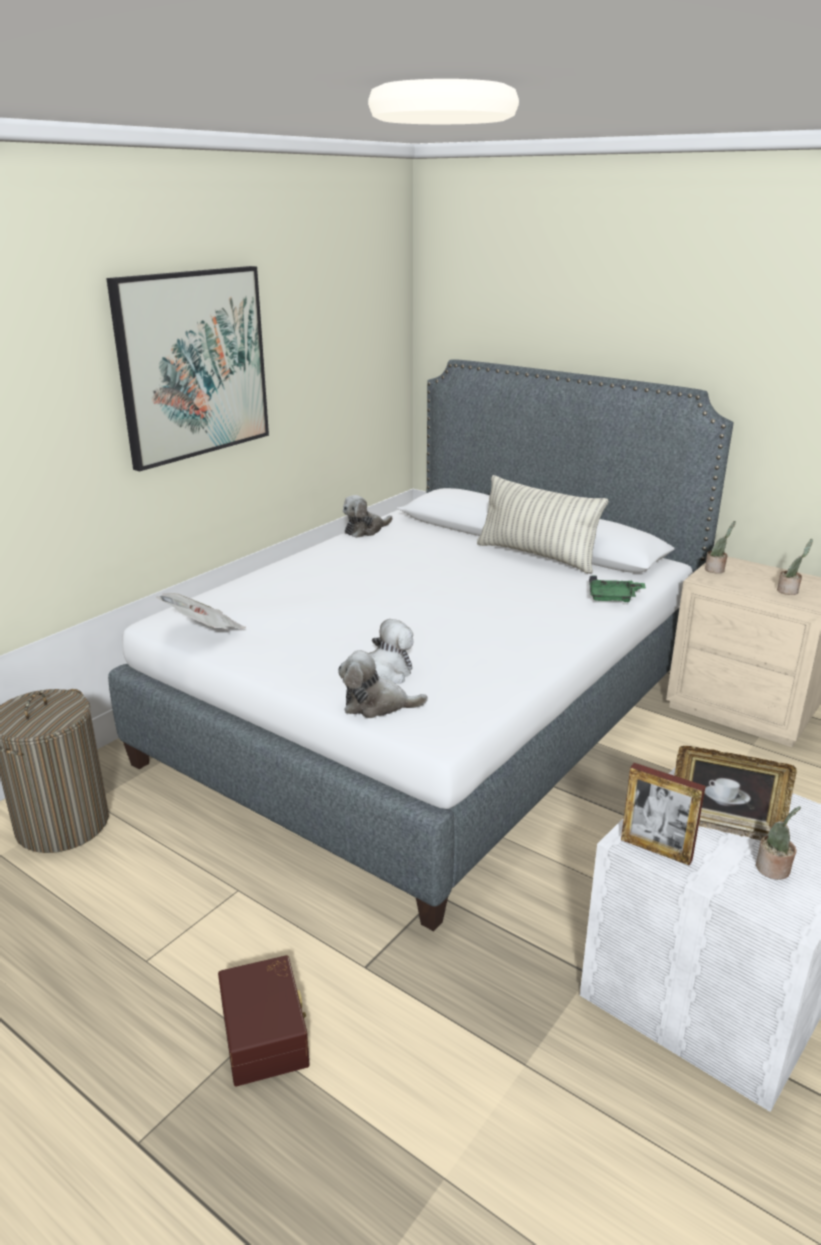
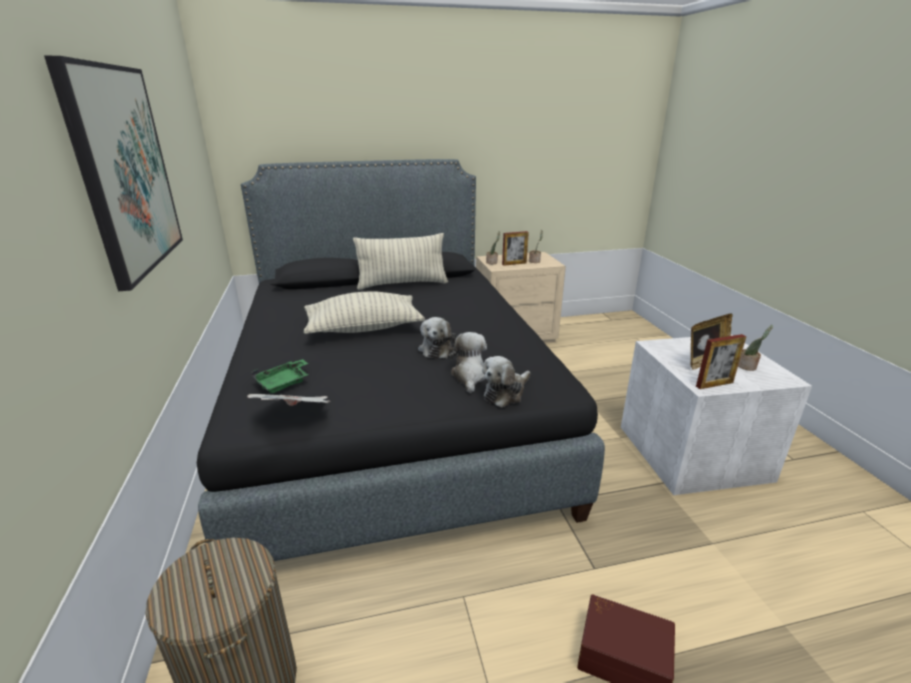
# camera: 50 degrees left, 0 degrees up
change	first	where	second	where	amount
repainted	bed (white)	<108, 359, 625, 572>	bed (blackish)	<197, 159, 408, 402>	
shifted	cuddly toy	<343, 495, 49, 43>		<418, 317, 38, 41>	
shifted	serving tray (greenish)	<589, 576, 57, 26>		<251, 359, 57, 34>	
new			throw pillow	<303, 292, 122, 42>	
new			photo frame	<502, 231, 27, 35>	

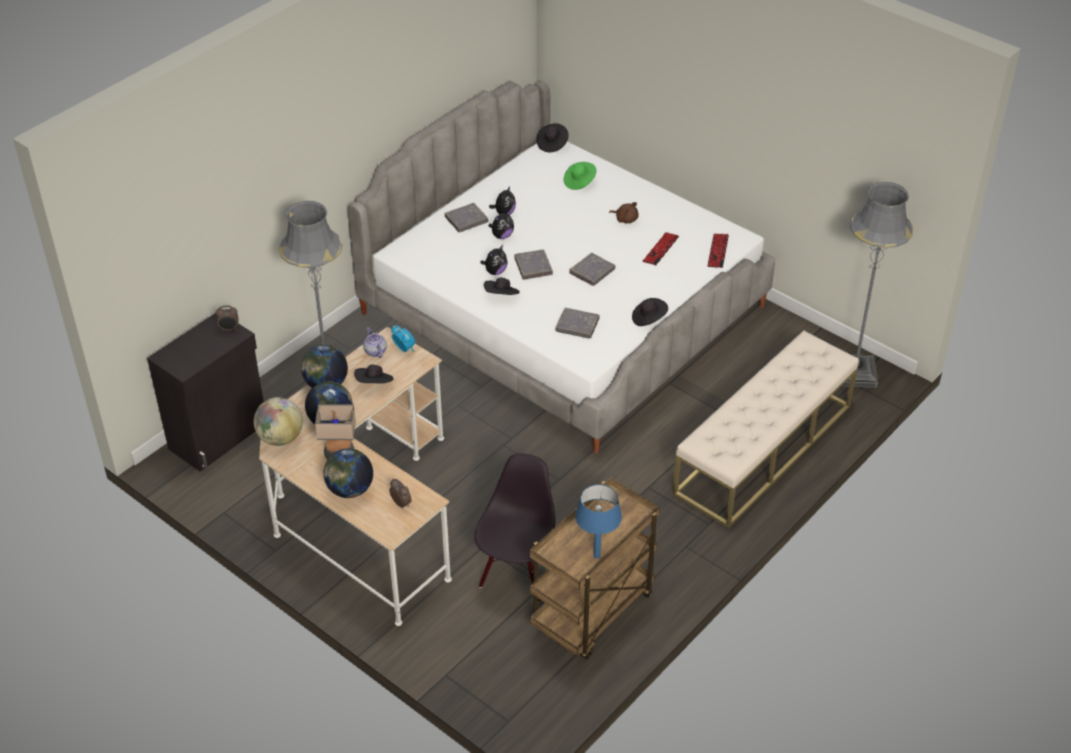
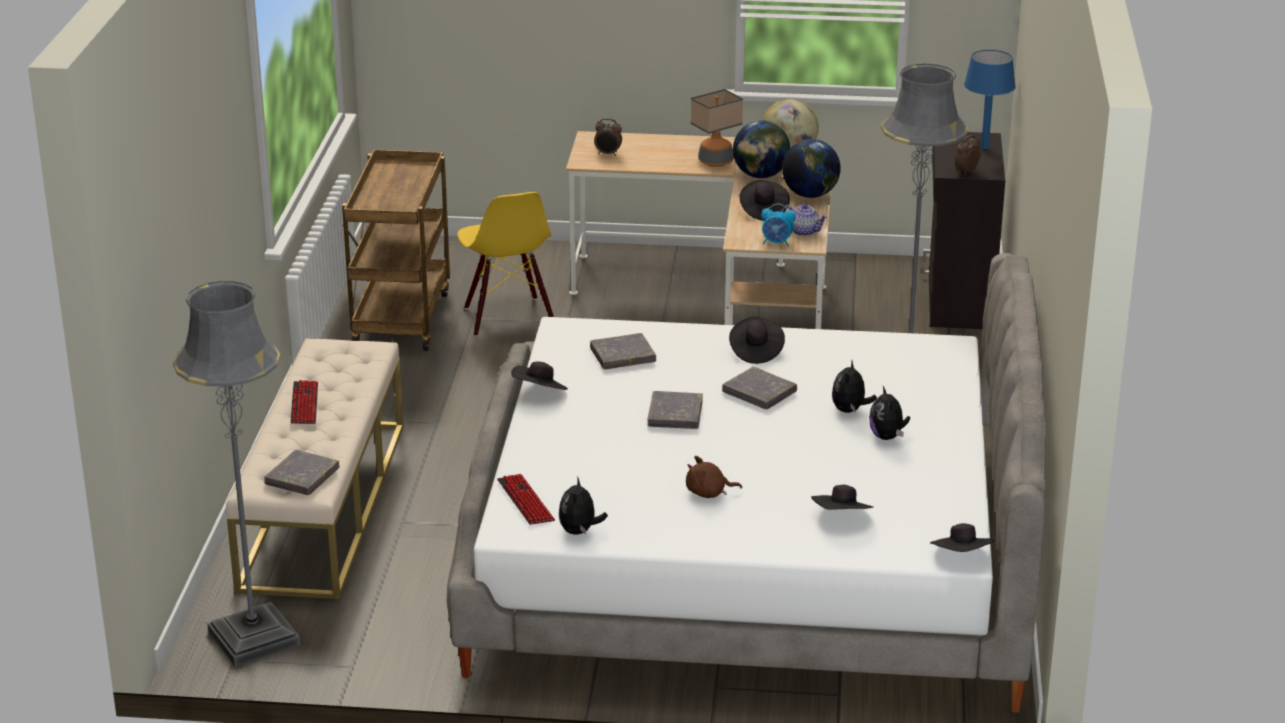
# camera: 145 degrees right, 15 degrees down
change	first	where	second	where	amount
gone	desk globe	<323, 449, 50, 49>			
shifted	book (grey)	<445, 203, 43, 29>		<264, 450, 75, 45>	
repainted	plain chair (blackish)	<474, 453, 81, 150>	plain chair (yellow)	<457, 192, 97, 144>	
shifted	cuddly toy	<480, 245, 28, 30>		<559, 476, 49, 59>	
repainted	clothing hat (greenish)	<563, 162, 33, 28>	clothing hat (blackish)	<811, 485, 63, 25>	
shifted	lamp for a table (blue)	<575, 484, 47, 75>		<964, 50, 52, 99>	
shifted	keyboard	<642, 232, 37, 33>		<290, 380, 28, 44>	

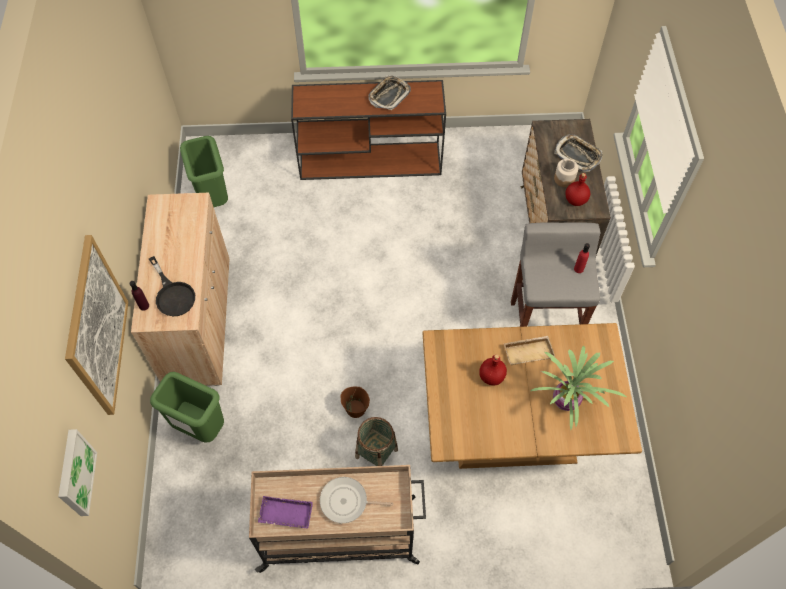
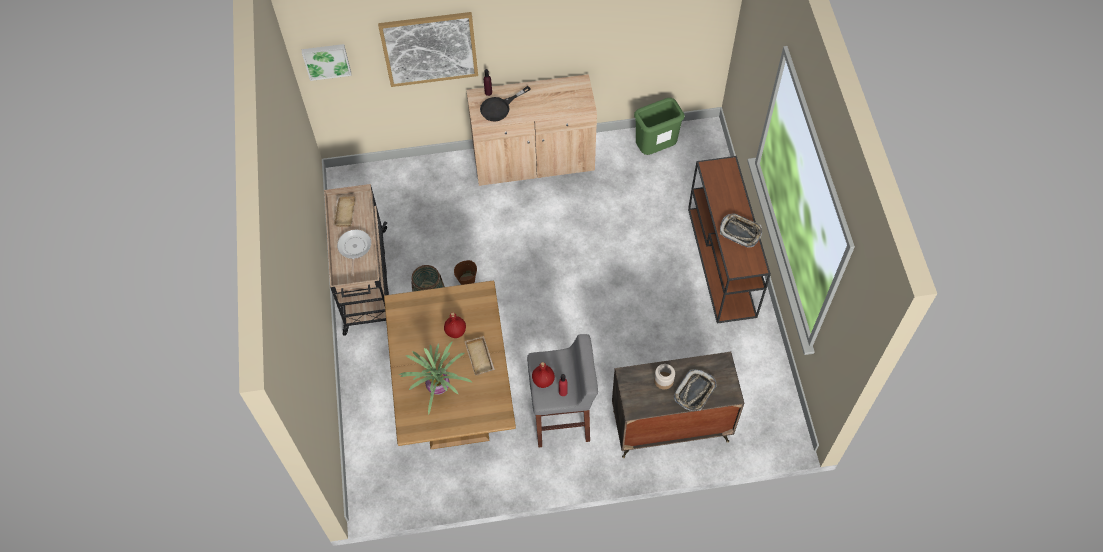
# camera: 85 degrees right, 0 degrees up
change	first	where	second	where	amount
gone	rubbish bin (greenish)	<150, 372, 74, 71>			
repainted	serving tray (purple-coloured)	<258, 496, 55, 32>	serving tray (beige-coloured)	<333, 196, 23, 31>	
shifted	bottle (red-coloured)	<565, 173, 25, 33>		<532, 362, 23, 26>	

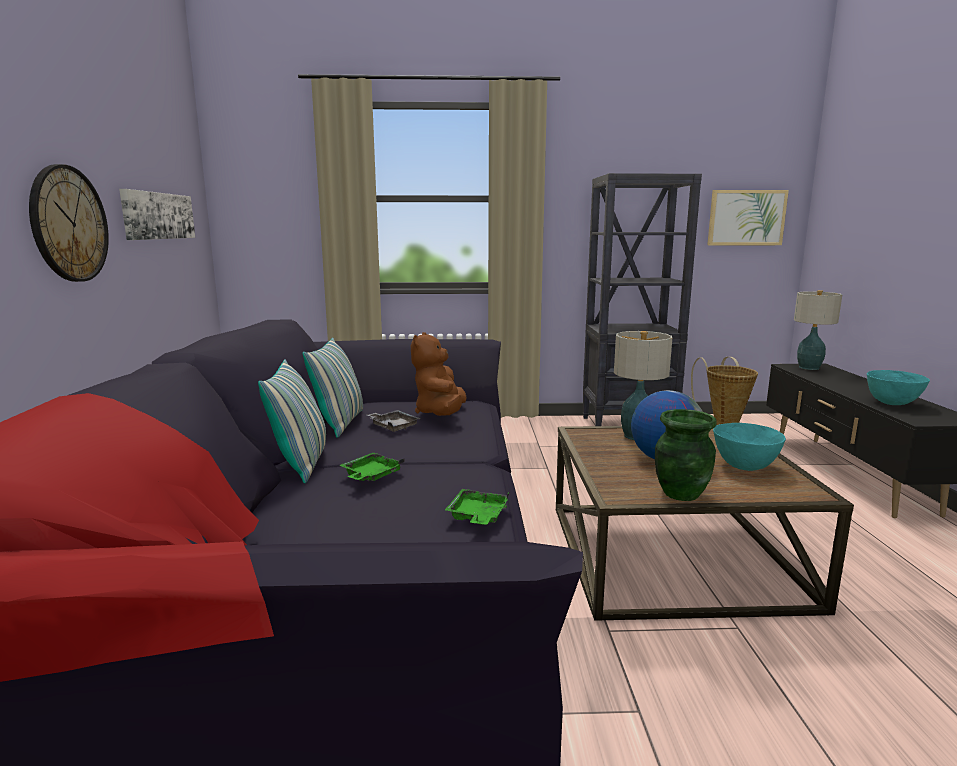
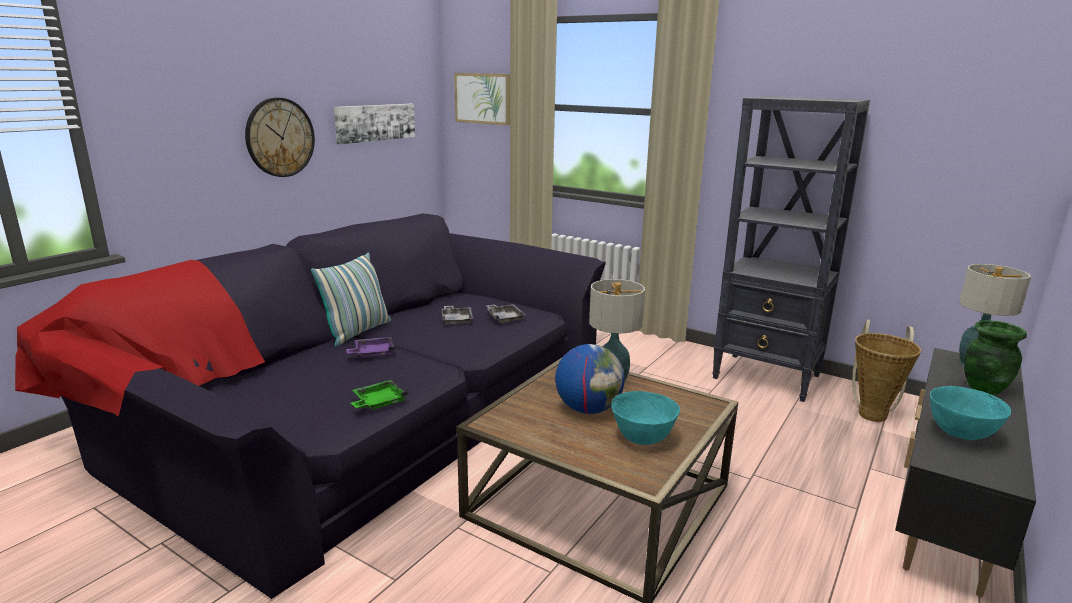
# camera: 35 degrees right, 5 degrees up
change	first	where	second	where	amount
gone	throw pillow	<303, 338, 60, 100>			
repainted	serving tray (greenish)	<339, 452, 66, 29>	serving tray (purple-coloured)	<346, 337, 49, 20>	
swapped	cuddly toy (brown)	<411, 332, 56, 84>	serving tray (grey)	<486, 304, 40, 19>	
shifted	vase (greenish)	<655, 409, 62, 92>		<964, 320, 63, 75>	
shifted	picture	<707, 190, 82, 55>		<454, 73, 56, 52>	

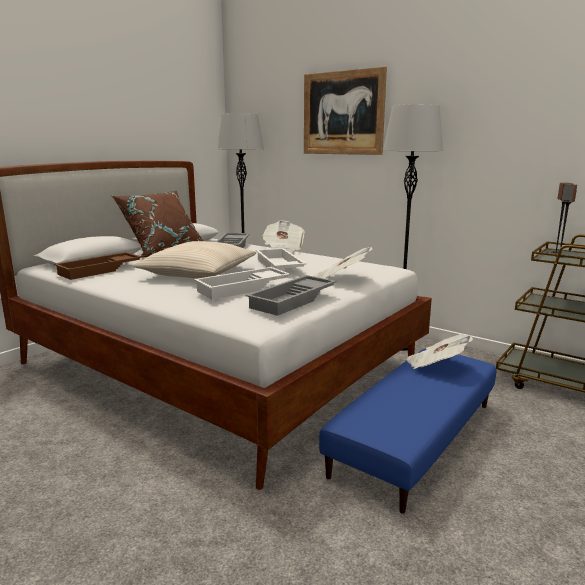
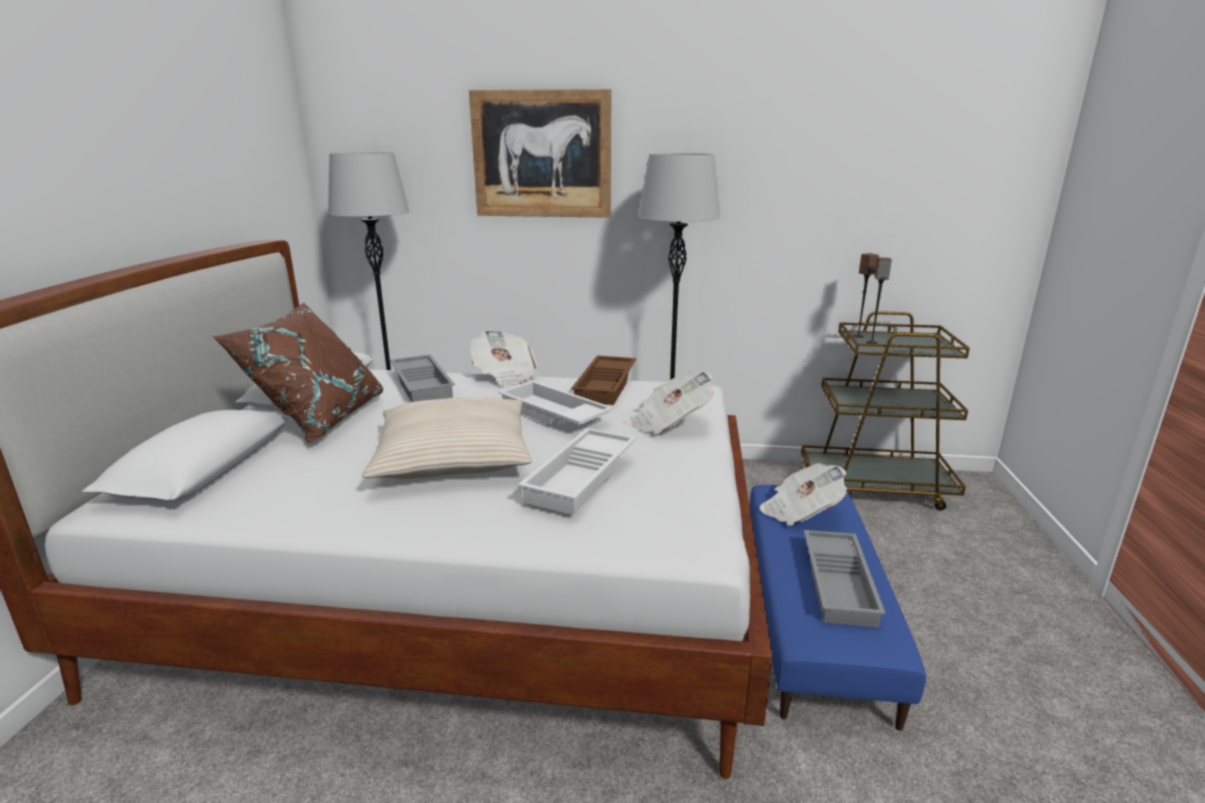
# camera: 30 degrees left, 5 degrees up
change	first	where	second	where	amount
shifted	serving tray (brown)	<54, 252, 88, 28>		<571, 355, 65, 50>	
shifted	serving tray (grey)	<246, 275, 91, 41>		<804, 530, 82, 97>	

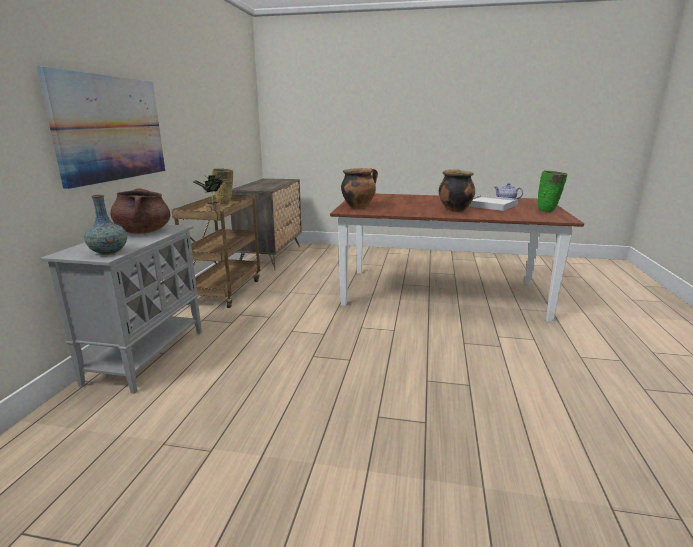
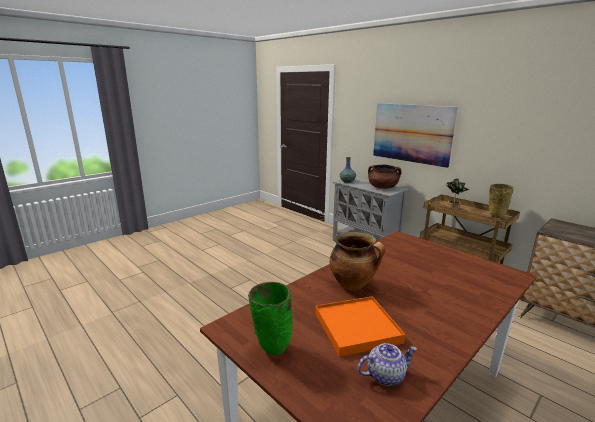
# camera: 125 degrees right, 0 degrees up
change	first	where	second	where	amount
gone	cooking pot	<341, 168, 37, 40>			
repainted	serving tray (white)	<468, 195, 50, 16>	serving tray (orange-coloured)	<315, 296, 90, 61>	

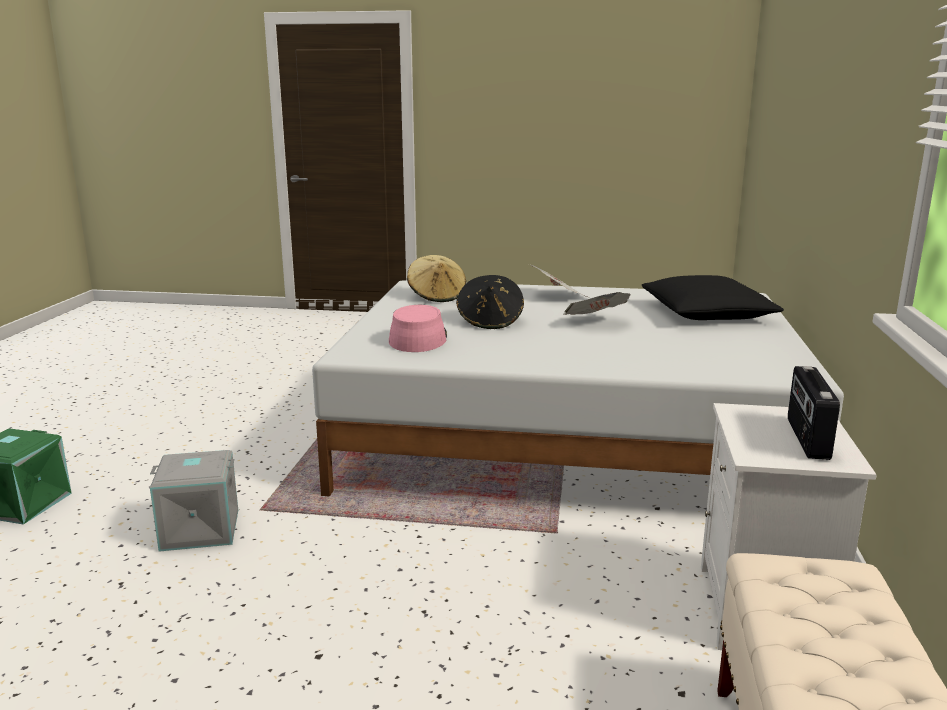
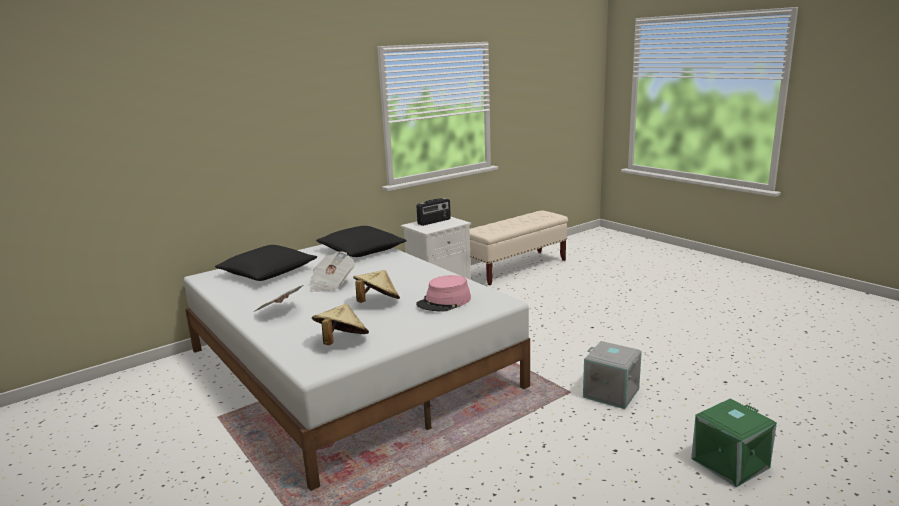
# camera: 135 degrees left, 0 degrees up
change	first	where	second	where	amount
repainted	clothing hat (blackish)	<456, 275, 68, 54>	clothing hat (beige-coloured)	<353, 270, 47, 33>	
new			throw pillow (blackish)	<316, 226, 91, 31>	

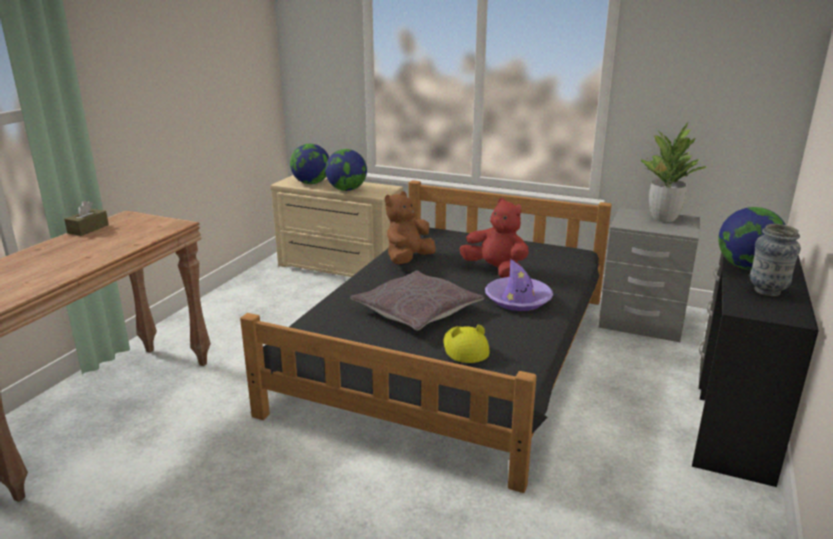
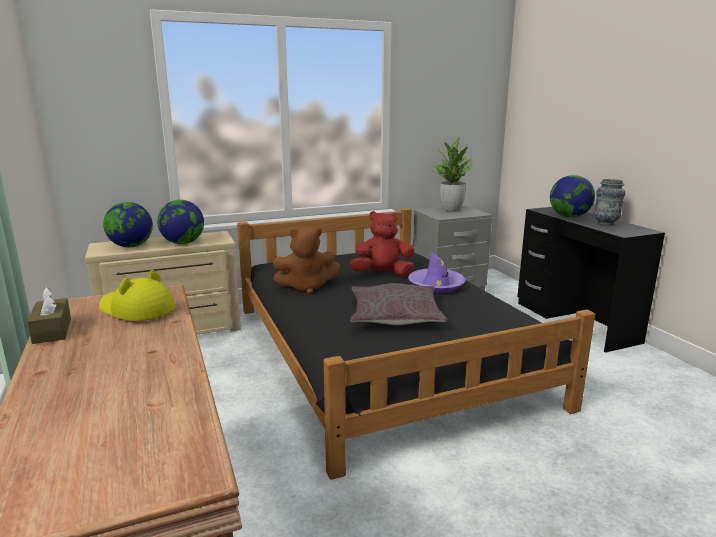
# camera: 45 degrees left, 5 degrees down
change	first	where	second	where	amount
rotated	cuddly toy (brown)	<385, 191, 51, 73>		<273, 227, 68, 67>	90 degrees counterclockwise
shifted	clothing hat (yellow)	<443, 324, 47, 39>		<99, 270, 76, 51>	

